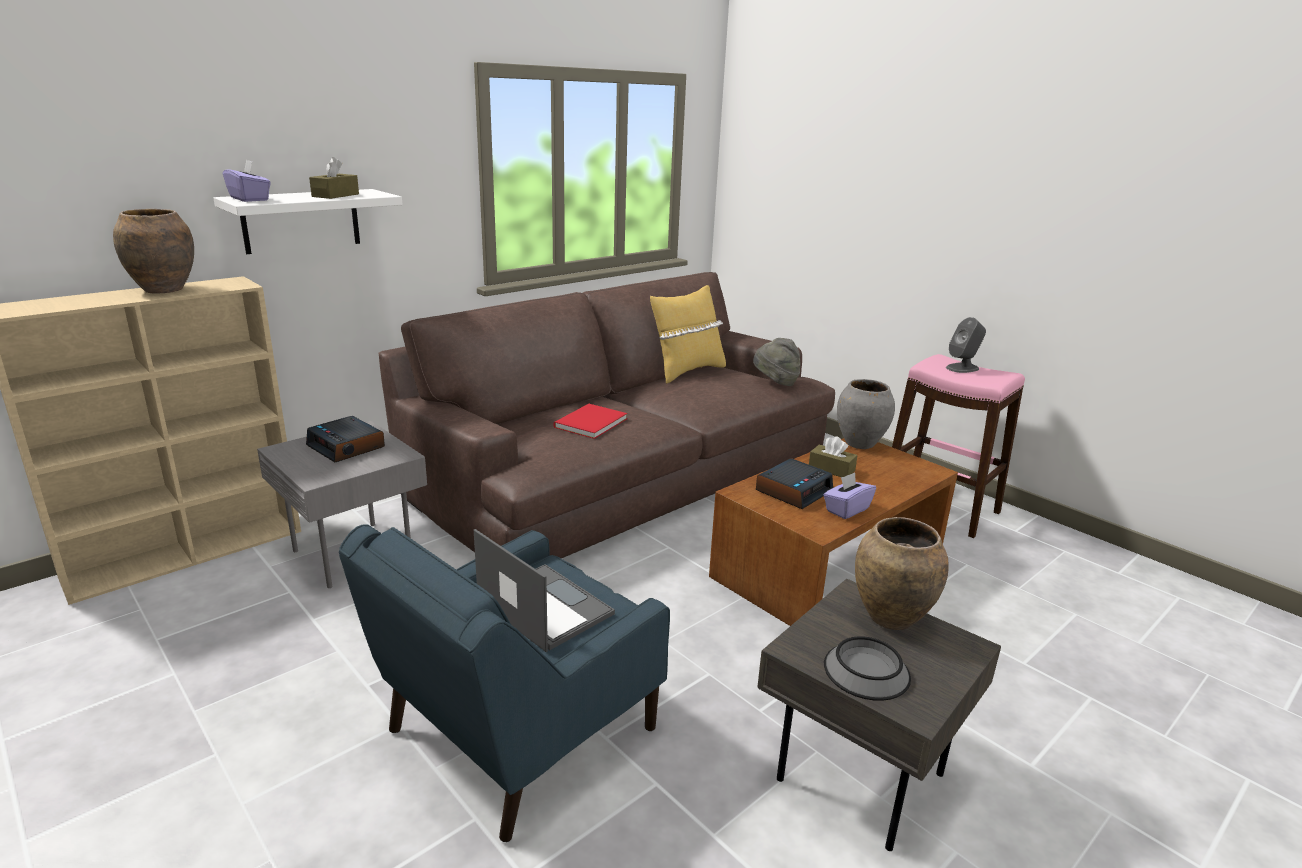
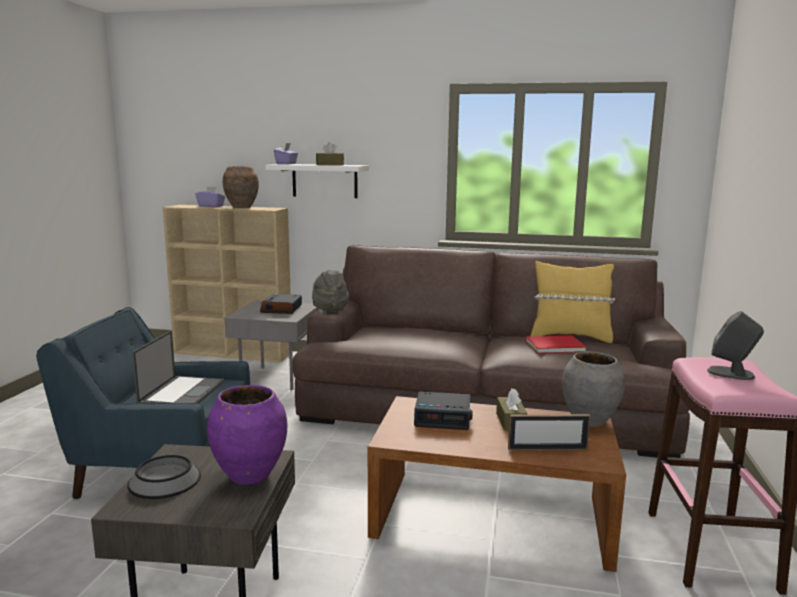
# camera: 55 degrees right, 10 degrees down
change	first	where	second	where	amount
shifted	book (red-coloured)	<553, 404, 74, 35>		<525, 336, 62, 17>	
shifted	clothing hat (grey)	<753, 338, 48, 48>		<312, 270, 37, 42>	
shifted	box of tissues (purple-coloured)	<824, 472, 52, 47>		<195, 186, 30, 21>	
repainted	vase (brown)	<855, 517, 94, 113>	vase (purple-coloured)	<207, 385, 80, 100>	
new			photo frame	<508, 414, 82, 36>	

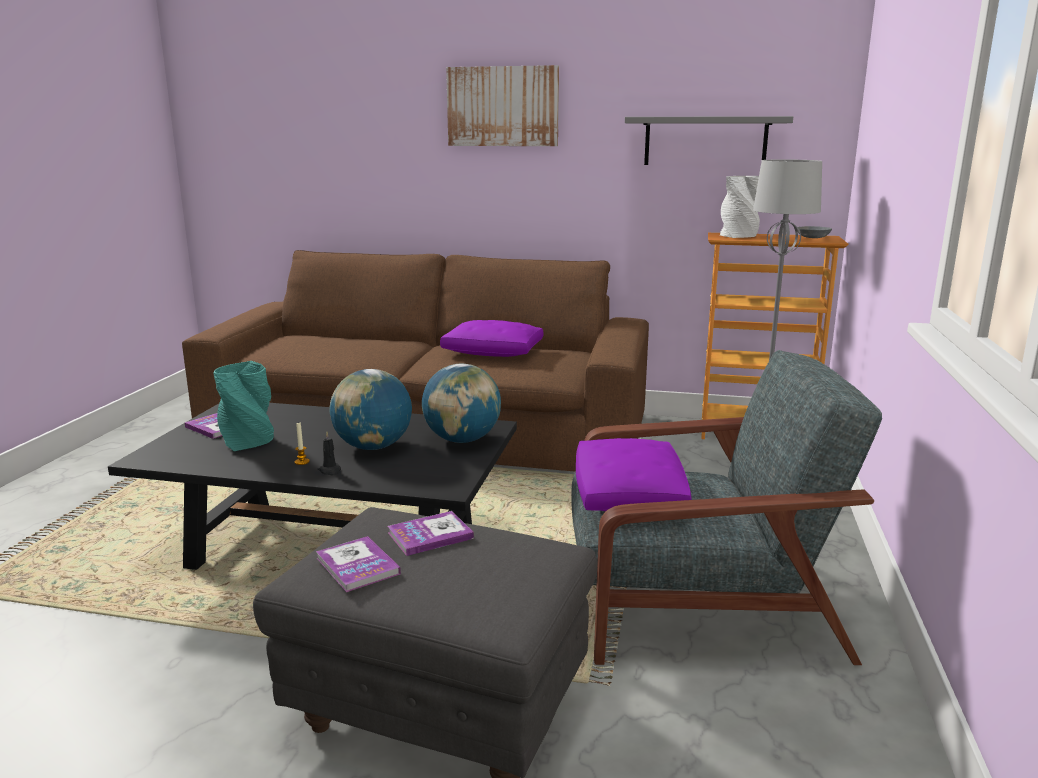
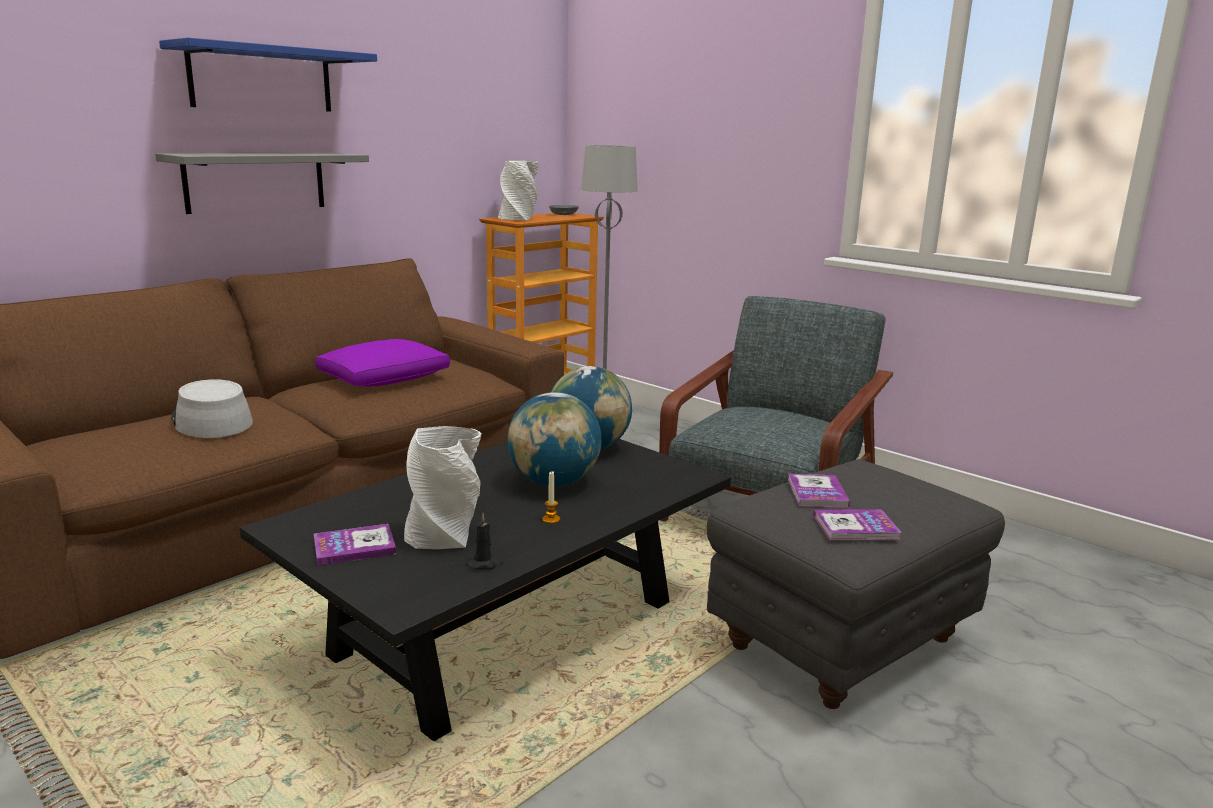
# camera: 60 degrees left, 0 degrees up
change	first	where	second	where	amount
repainted	vase (turquoise)	<213, 361, 61, 90>	vase (white)	<404, 426, 78, 123>	
shifted	wax light (blackish)	<318, 431, 23, 44>		<468, 513, 35, 57>	
swapped	picture	<446, 65, 113, 81>	bracket shelf (blue)	<159, 37, 218, 75>	
gone	throw pillow (purple-coloured)	<576, 438, 115, 73>			
shifted	bracket shelf (grey)	<625, 116, 168, 49>		<155, 153, 214, 61>	
new			clothing hat (grey)	<171, 379, 82, 59>	

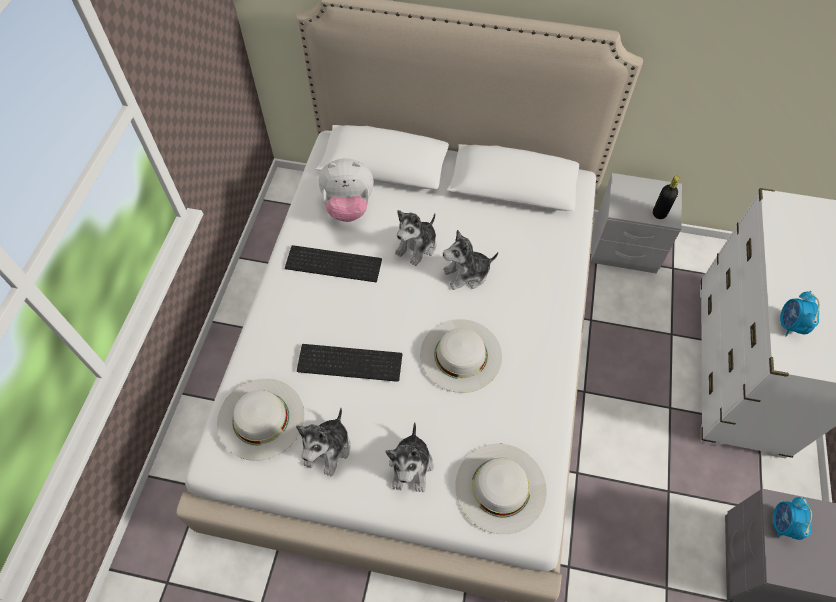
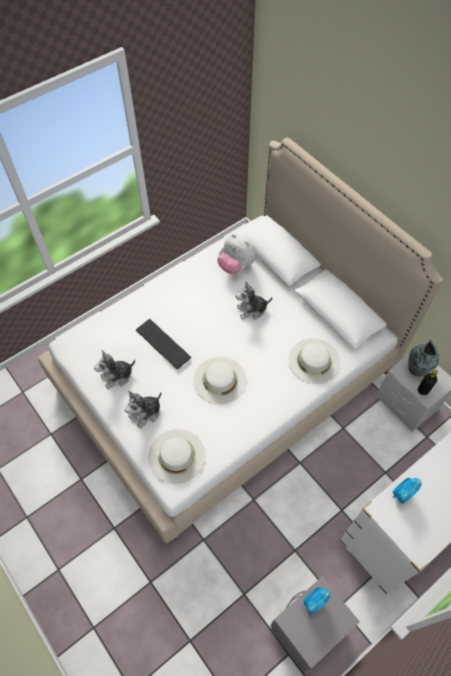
# camera: 40 degrees right, 0 degrees up
change	first	where	second	where	amount
shifted	clothing hat (white)	<217, 379, 87, 82>		<288, 338, 52, 46>	
gone	keyboard	<285, 245, 97, 37>			
gone	cuddly toy	<443, 230, 55, 60>			
new			vase	<408, 340, 31, 36>	

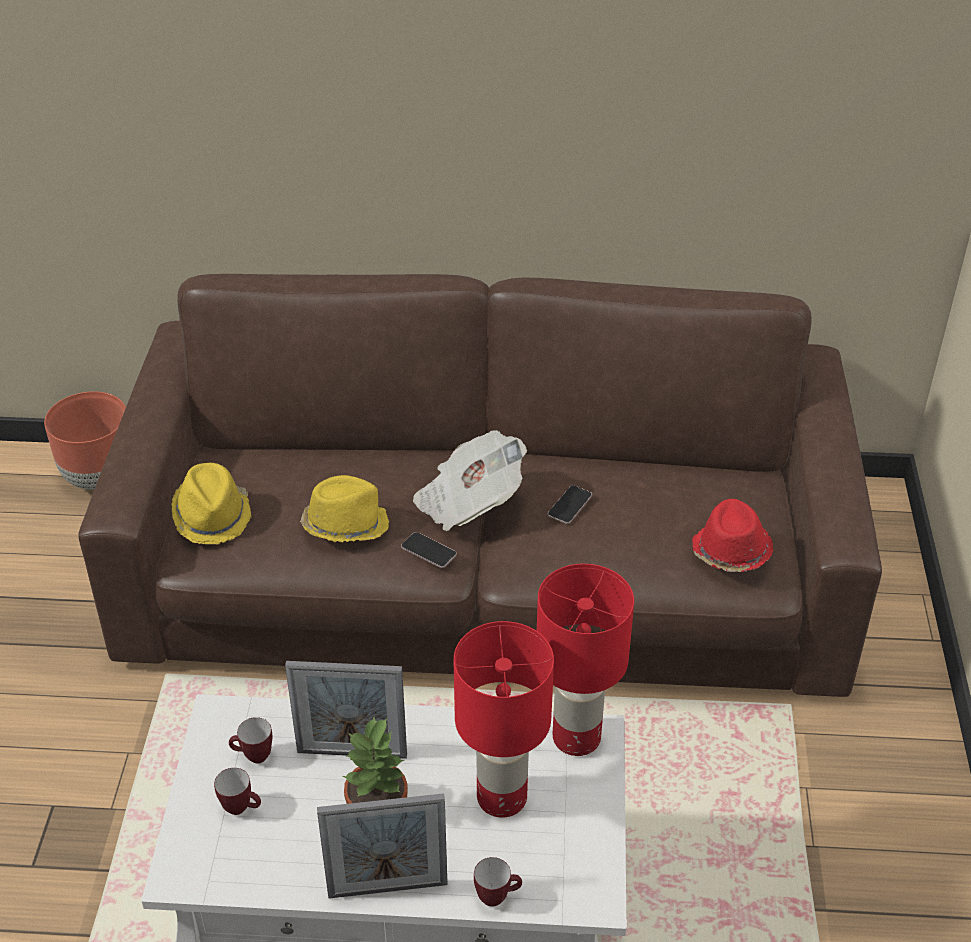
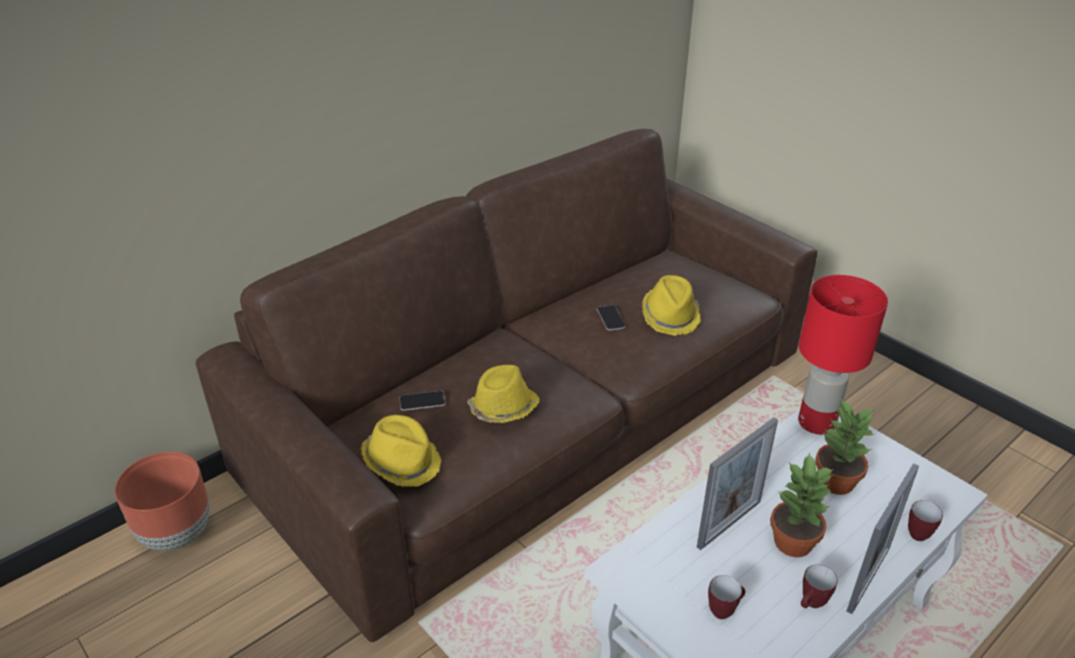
# camera: 45 degrees left, 5 degrees down
change	first	where	second	where	amount
shifted	tea mug	<229, 717, 43, 47>		<801, 564, 37, 44>	
shifted	telephone	<401, 532, 56, 36>		<400, 391, 45, 20>	
gone	daily paper	<413, 430, 114, 101>			
swapped	lamp for a table (red-coloured)	<454, 621, 100, 197>	plant in a pot	<816, 398, 59, 97>	
gone	clothing hat (red-coloured)	<692, 499, 81, 73>			
new			clothing hat (yellow)	<642, 275, 59, 61>	

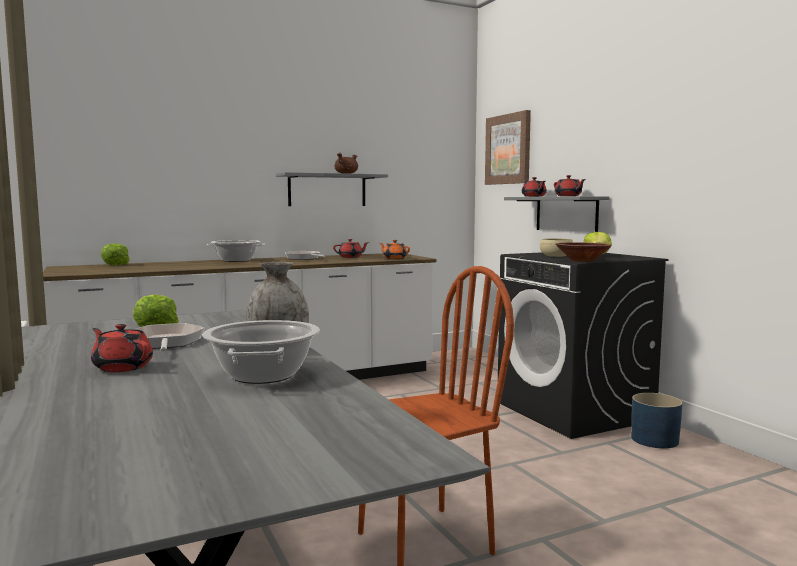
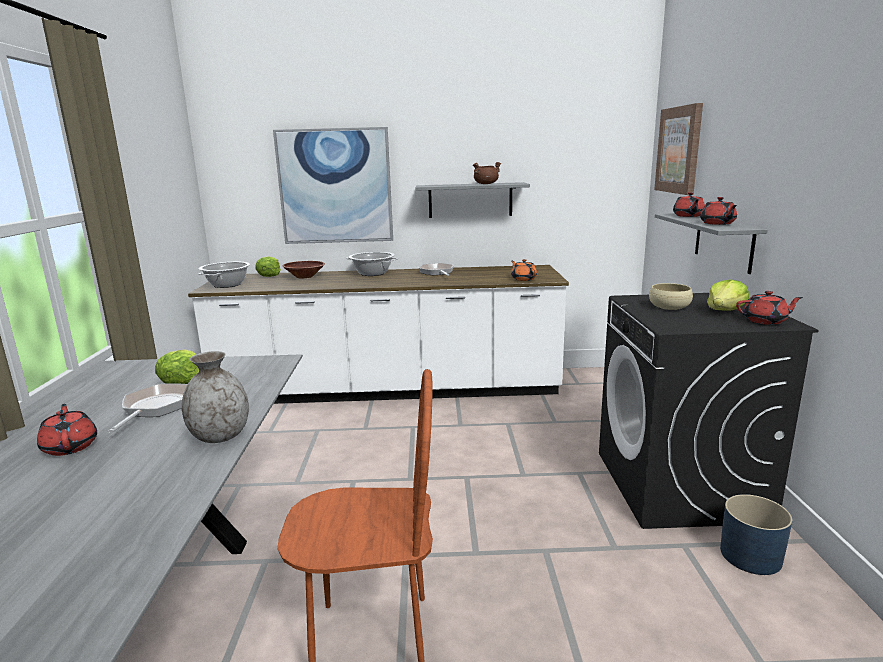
# camera: 25 degrees right, 10 degrees up
change	first	where	second	where	amount
shifted	cooking pot	<202, 320, 118, 64>		<199, 262, 51, 26>	
shifted	pot for tea (red-coloured)	<333, 239, 36, 19>		<736, 291, 67, 34>	
shifted	bowl (brown)	<555, 242, 57, 20>		<283, 261, 42, 17>	
new			picture	<273, 127, 120, 117>	

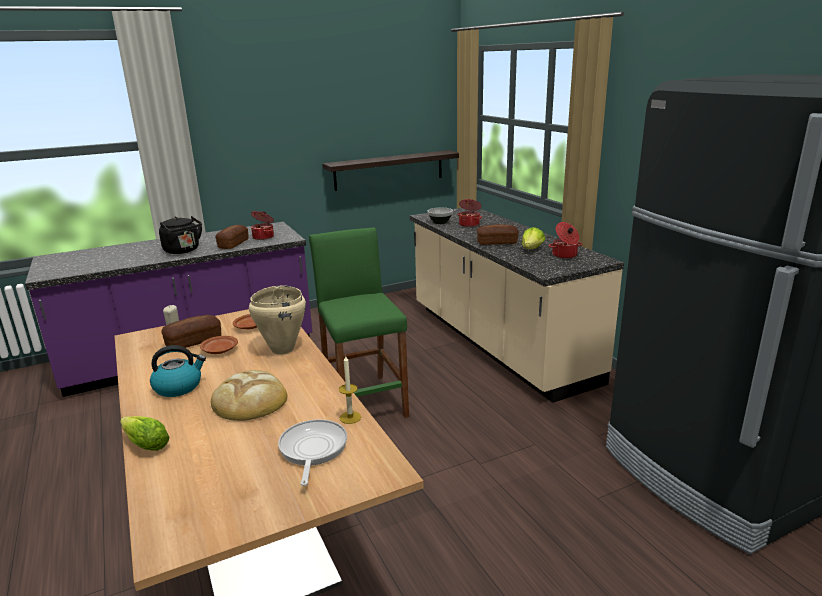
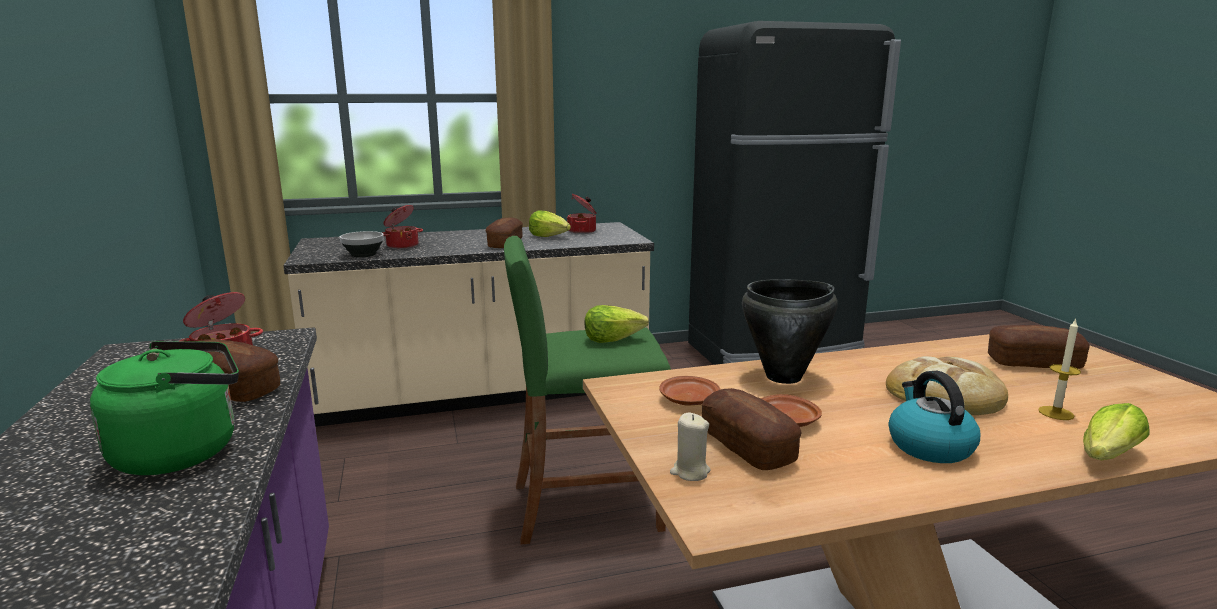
# camera: 80 degrees left, 5 degrees down
change	first	where	second	where	amount
repainted	water kettle (blackish)	<159, 216, 43, 38>	water kettle (greenish)	<90, 341, 149, 134>	
repainted	cooking pot (beige-coloured)	<249, 285, 57, 70>	cooking pot (blackish)	<742, 279, 96, 105>	
swapped	pan	<278, 419, 69, 67>	bread	<988, 325, 102, 44>	
gone	bracket shelf	<322, 150, 137, 41>			
shifted	wax light	<339, 356, 22, 68>		<1038, 319, 43, 101>	
new			lettuce	<585, 305, 64, 38>	

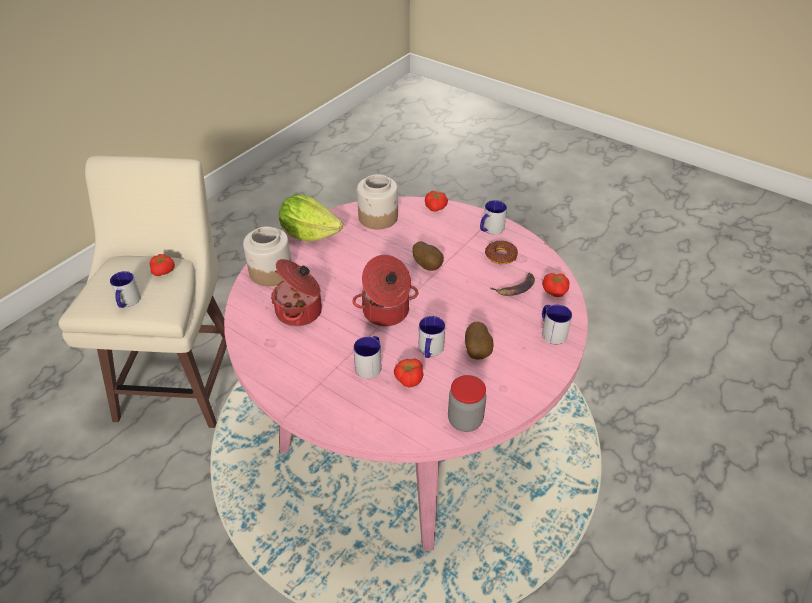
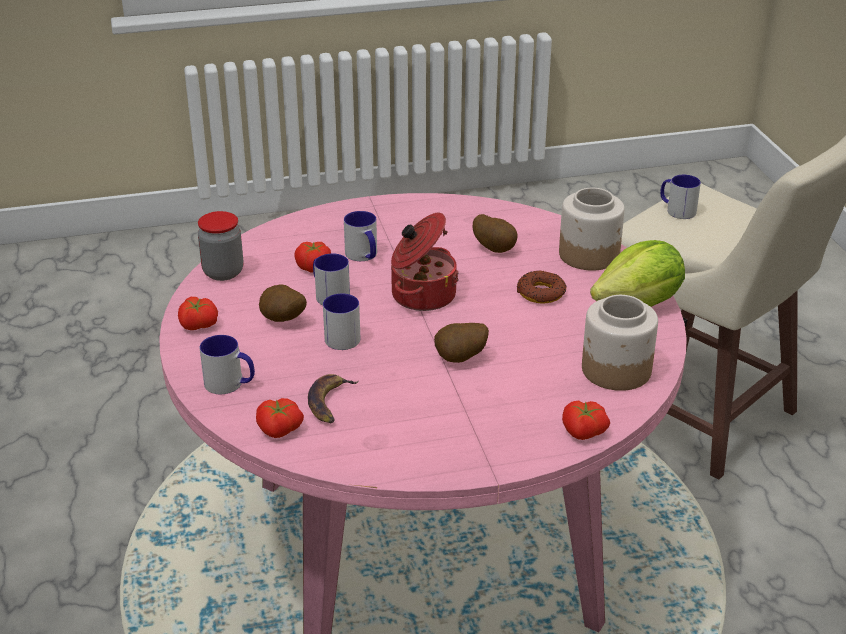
# camera: 130 degrees right, 10 degrees down
change	first	where	second	where	amount
shifted	fresh tomato	<149, 254, 26, 22>		<178, 297, 40, 33>	
swapped	cooking pot	<271, 259, 51, 67>	spud	<473, 214, 44, 39>	
shifted	tea mug	<480, 200, 27, 34>		<323, 294, 37, 56>	
shifted	donut	<485, 241, 33, 23>		<517, 271, 49, 32>	

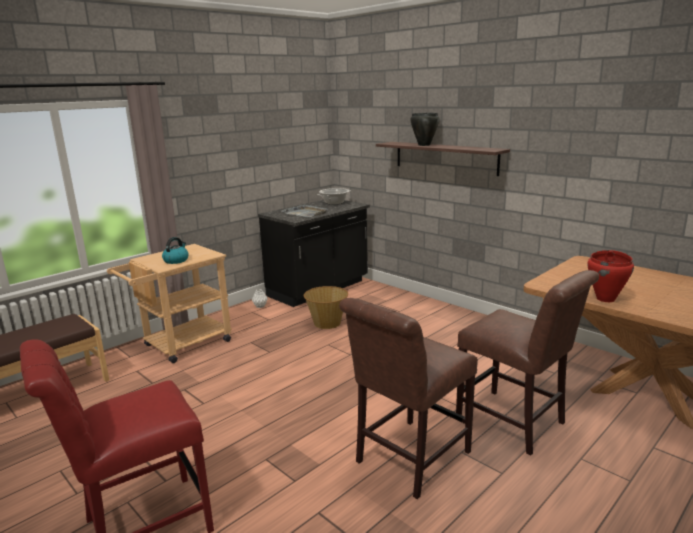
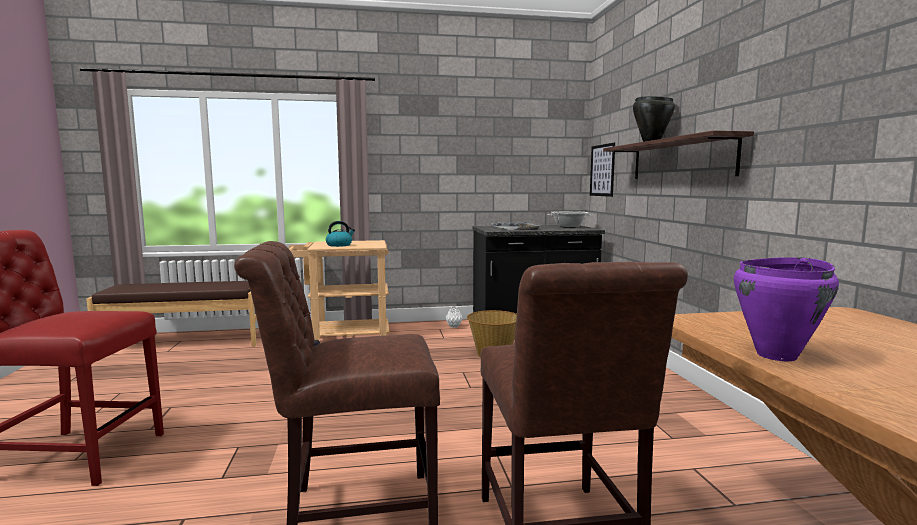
# camera: 35 degrees right, 10 degrees down
change	first	where	second	where	amount
repainted	cooking pot (red-coloured)	<587, 250, 47, 52>	cooking pot (purple-coloured)	<734, 257, 105, 104>	
new			picture	<590, 143, 25, 54>	

